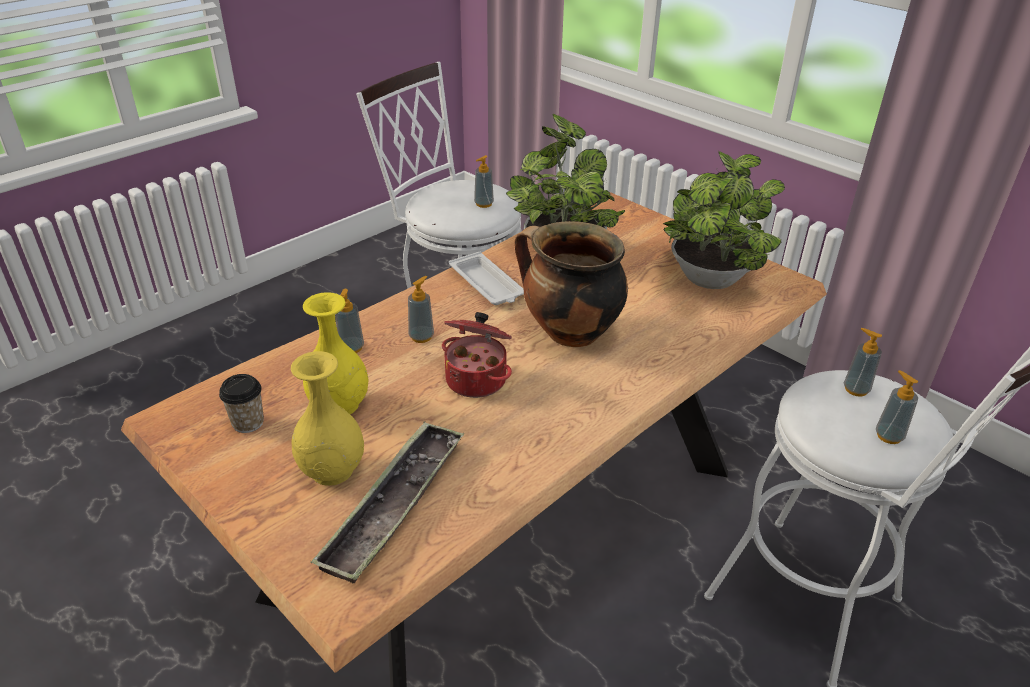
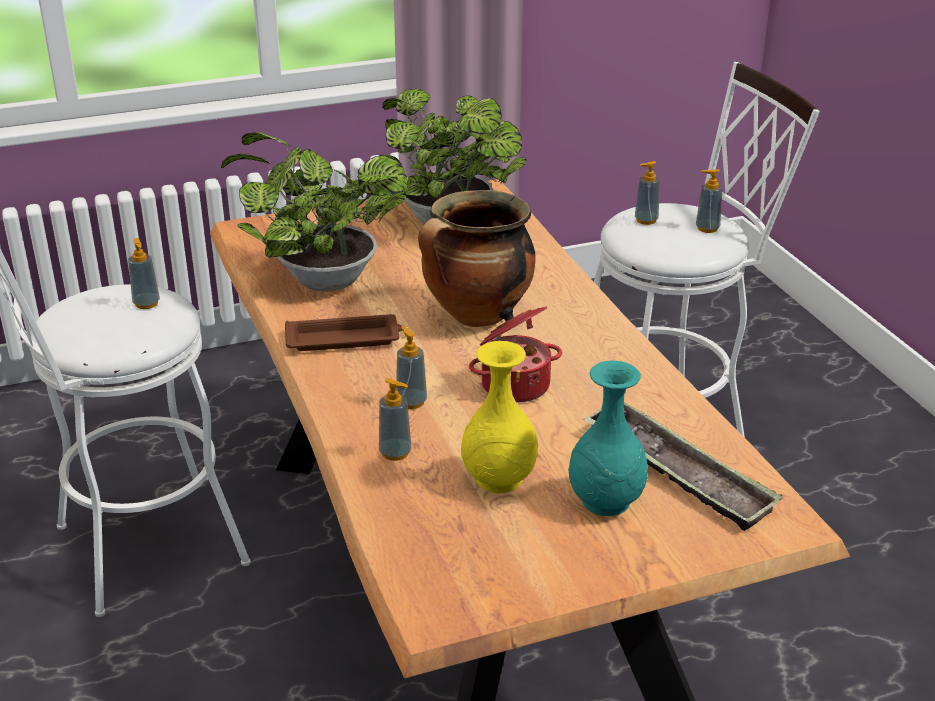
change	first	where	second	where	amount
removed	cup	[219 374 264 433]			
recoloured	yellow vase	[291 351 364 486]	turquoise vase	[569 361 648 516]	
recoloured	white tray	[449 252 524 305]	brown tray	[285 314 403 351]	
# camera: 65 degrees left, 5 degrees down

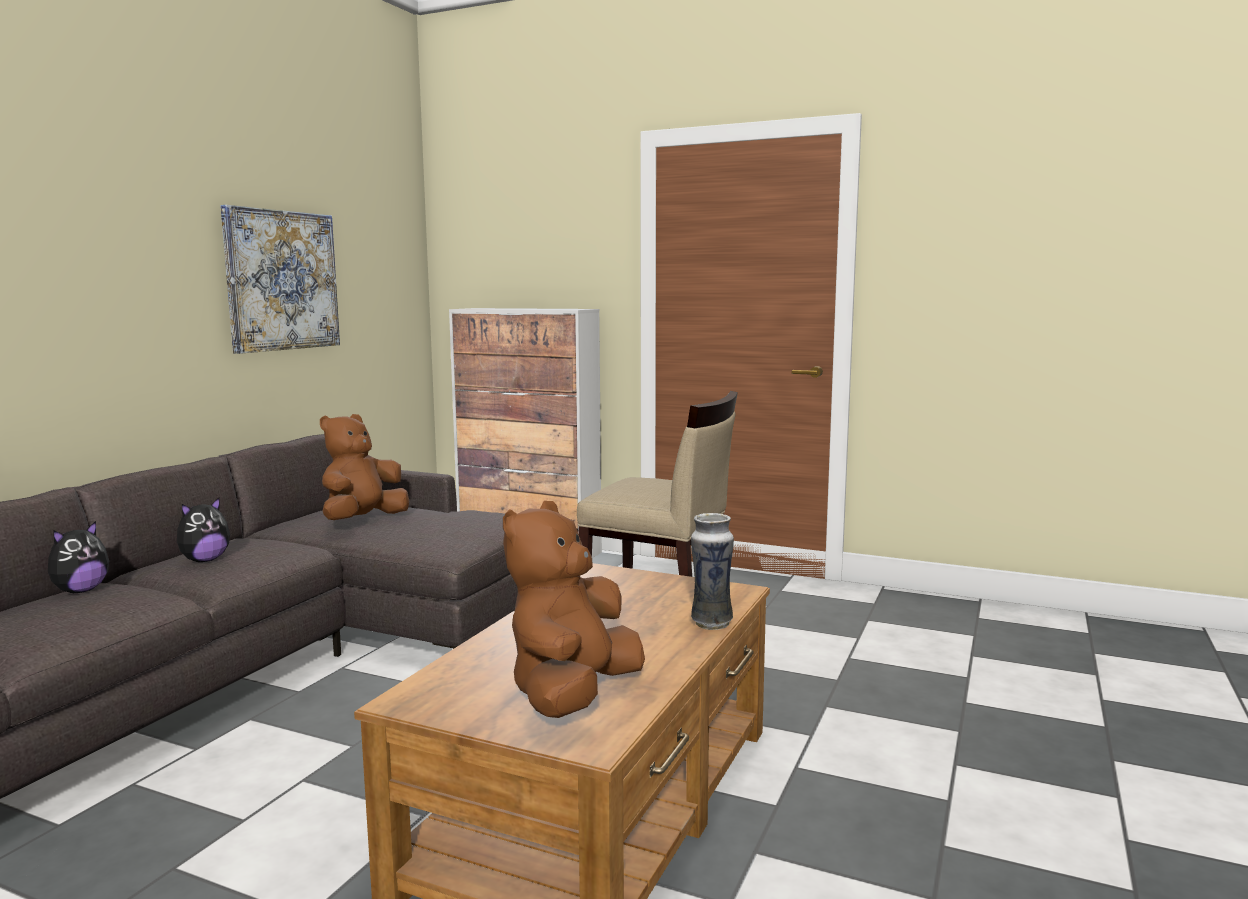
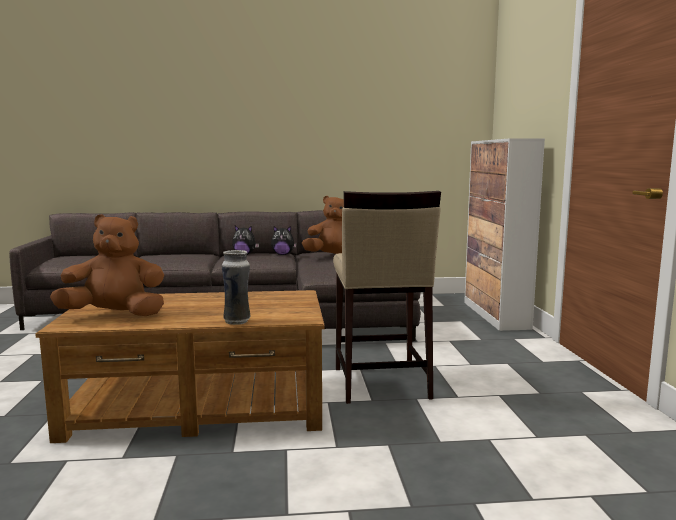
change	first	where	second	where	amount
moved	plush toy	[48 521 109 593]		[271 226 297 255]	
removed	picture	[220 205 340 354]			
# camera: 60 degrees right, 0 degrees up

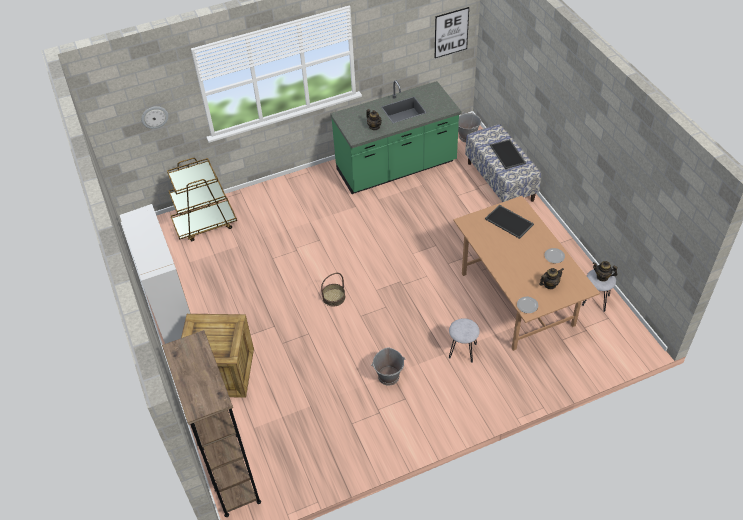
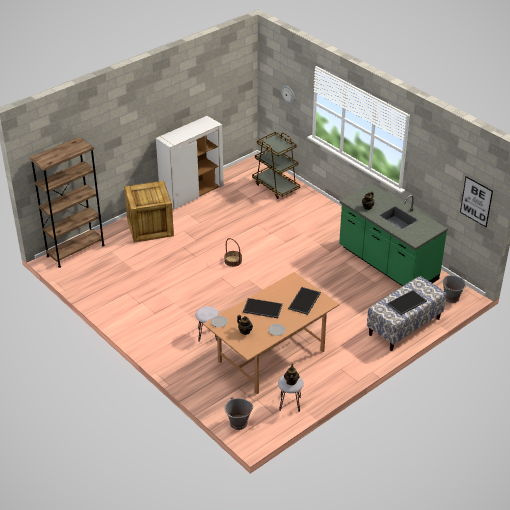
change	first	where	second	where	amount
moved	grey bucket	[371 348 404 386]		[225 397 253 430]	
added			tray	[243 298 283 318]	
# camera: 70 degrees right, 10 degrees down

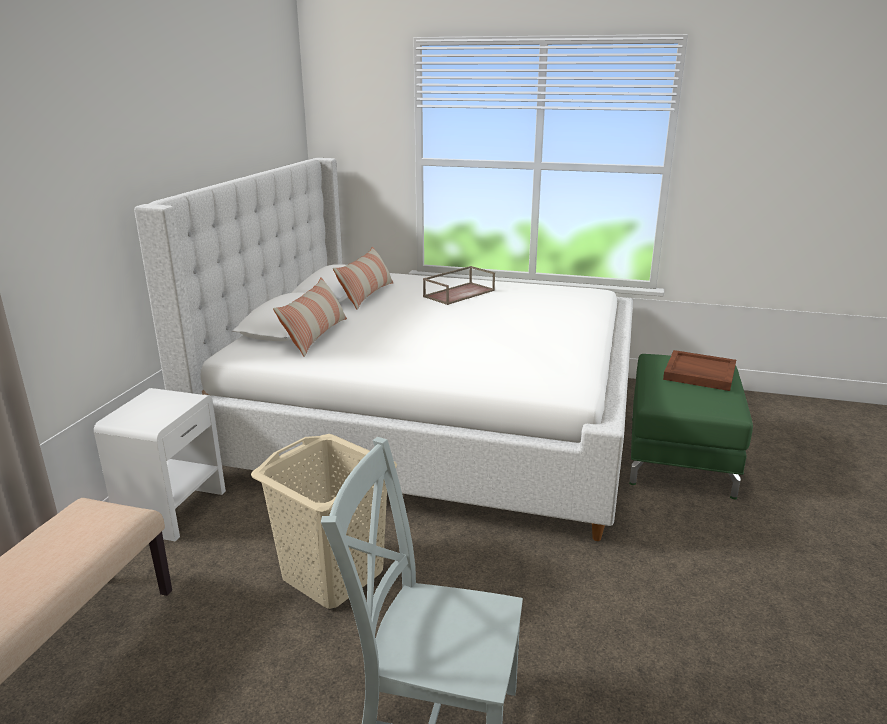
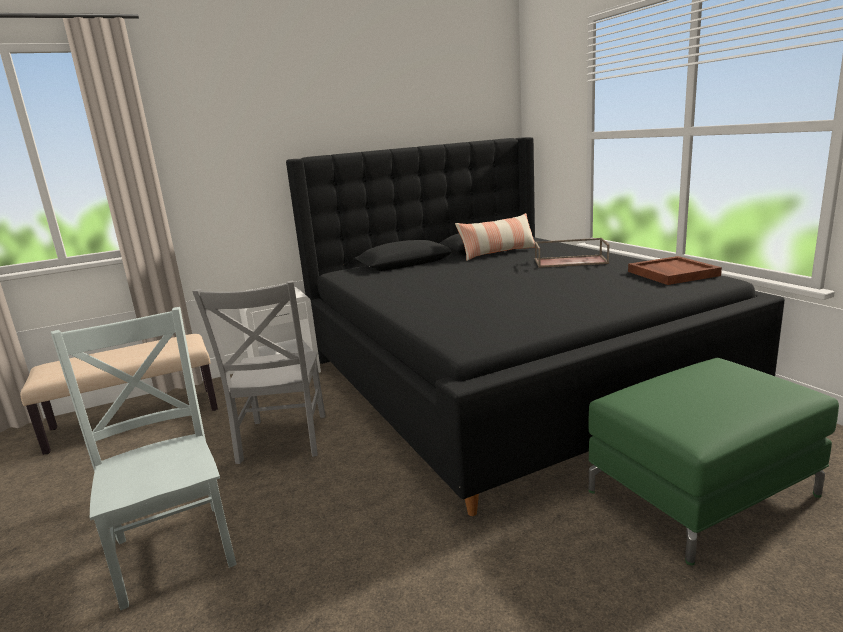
change	first	where	second	where	amount
recoloured	white bed	[134 158 633 541]	black bed	[286 137 785 516]	
replaced	beige laundry basket	[251 434 397 609]	grey chair	[192 280 326 464]	
removed	pillow	[273 278 347 357]			
moved	brown tray	[663 350 736 391]		[628 256 722 285]	
# camera: 50 degrees right, 5 degrees down

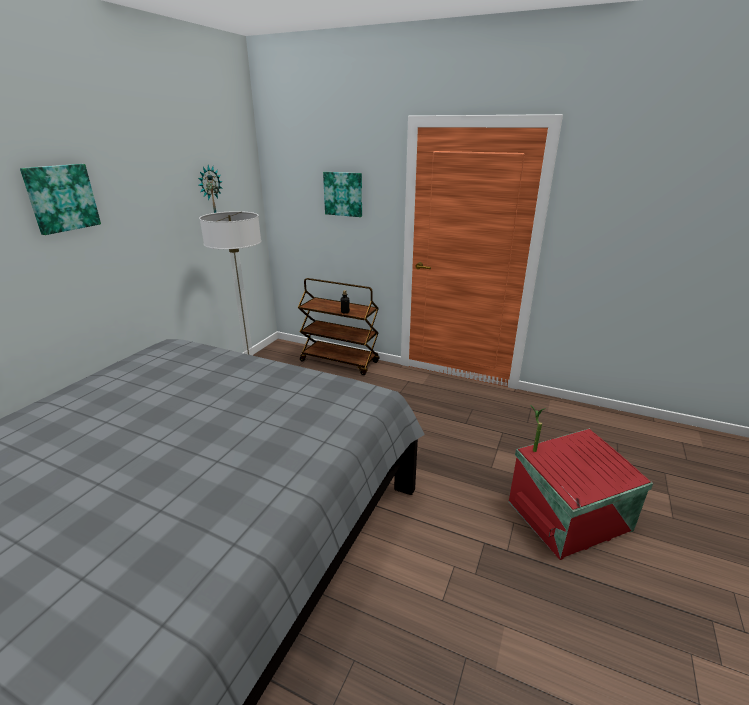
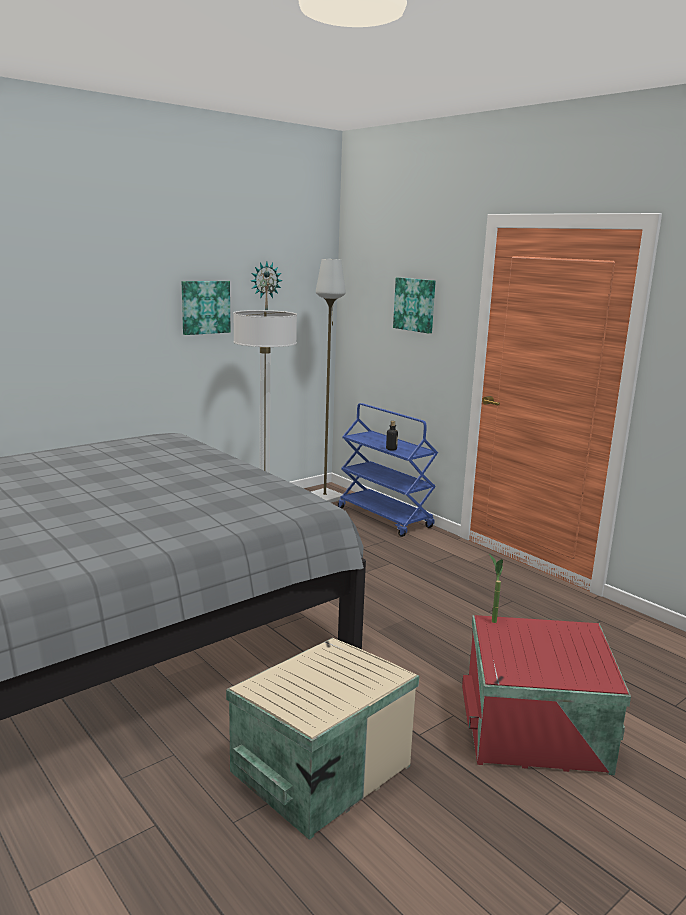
change	first	where	second	where	amount
moved	picture	[20 164 101 235]		[182 281 230 335]	
recoloured	brown cart	[298 278 379 375]	blue cart	[338 403 438 537]	
added			beige storage box	[226 638 419 840]	
added			grey floor lamp	[311 259 346 503]	
# camera: 25 degrees right, 10 degrees down

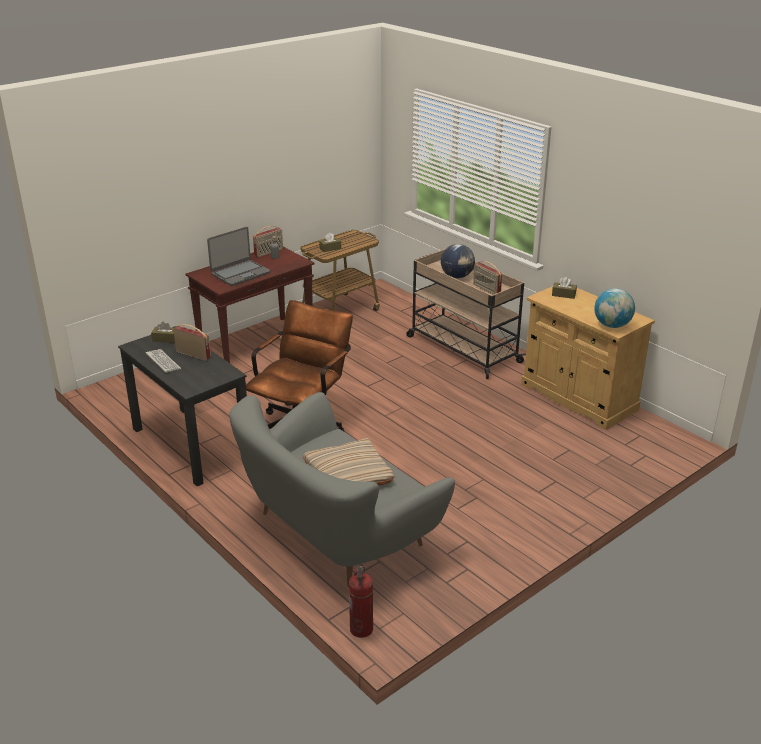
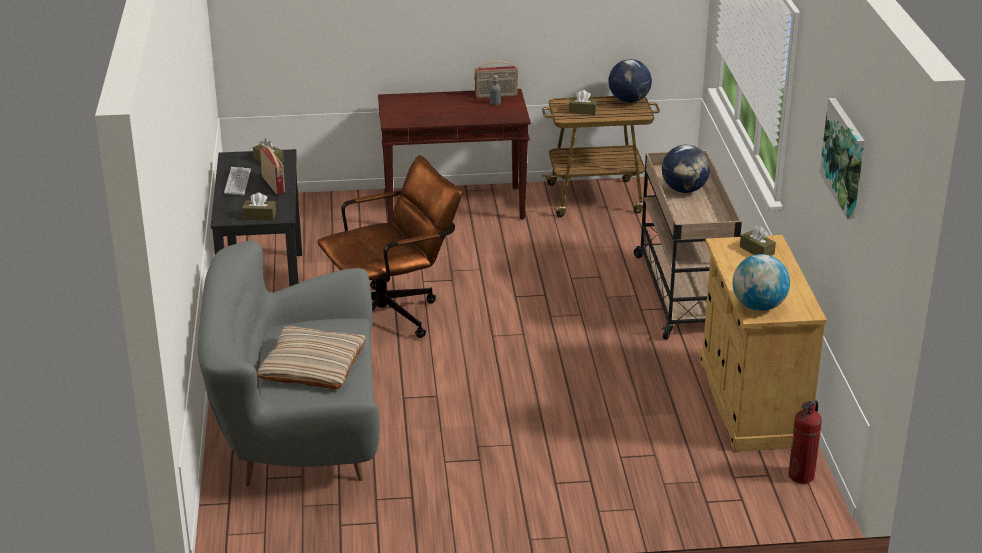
change	first	where	second	where	amount
removed	laptop	[207 227 271 286]			
moved	fire extinguisher	[349 564 373 638]		[788 400 822 484]	
removed	radio	[473 261 502 295]			
added			brown tissue box	[242 192 276 221]	
added			globe	[608 59 652 103]	
added			picture	[820 98 865 219]	
# camera: 35 degrees right, 0 degrees up

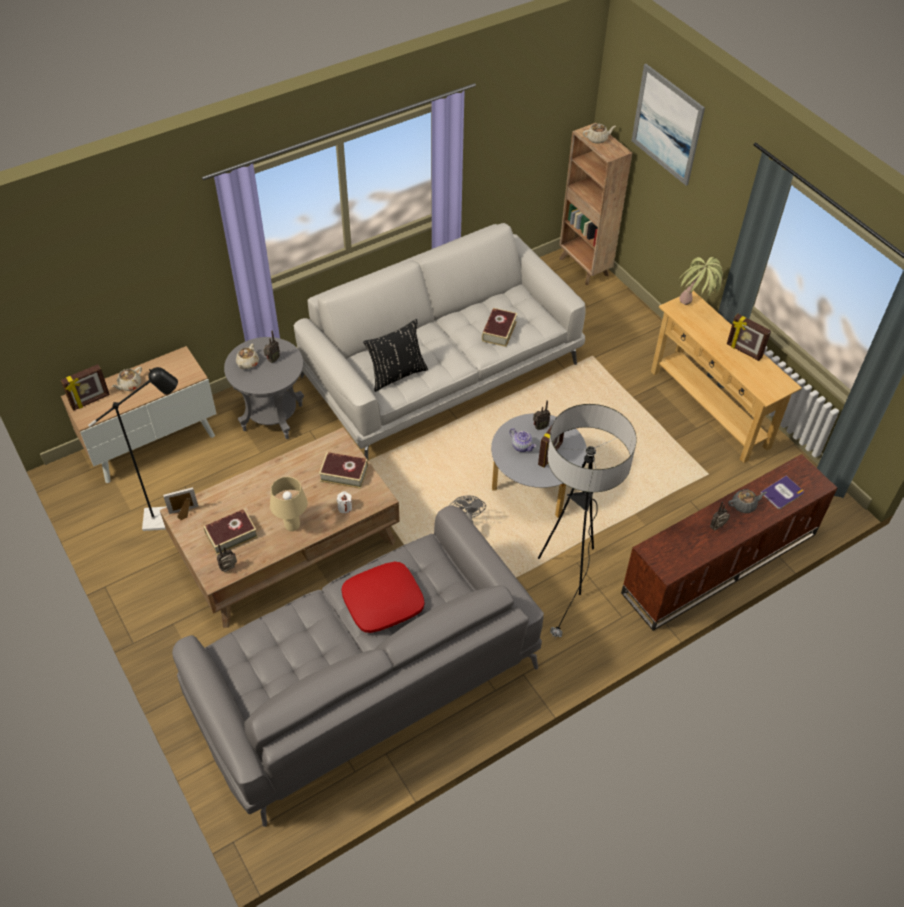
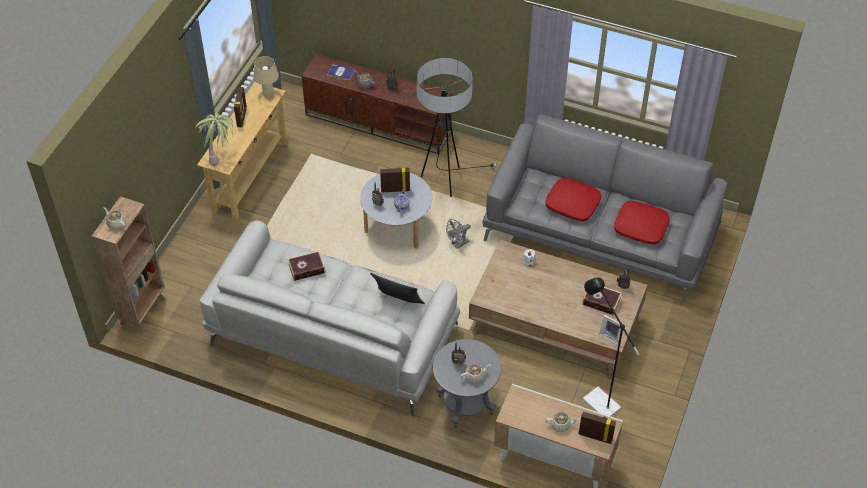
change	first	where	second	where	amount
moved	beige table lamp	[270 477 308 531]		[253 56 279 97]	
removed	book	[319 452 368 489]			
recoloured	black pillow	[363 319 428 392]	beige pillow	[370 272 425 304]	
removed	picture	[632 64 705 186]			
added			red pillow	[614 201 670 244]	
# camera: 125 degrees left, 0 degrees up

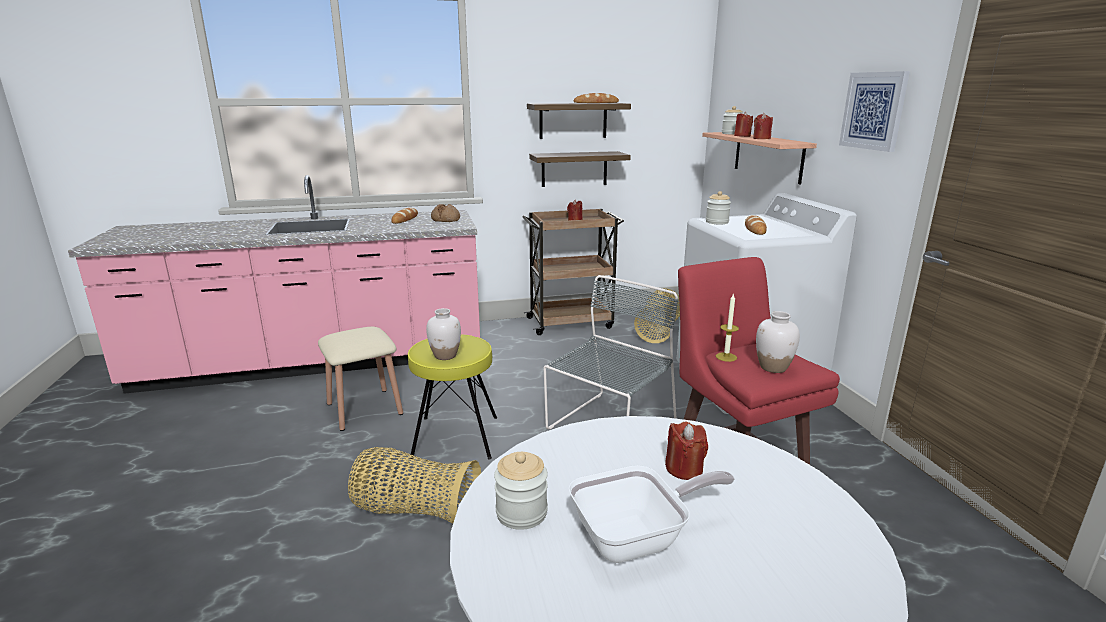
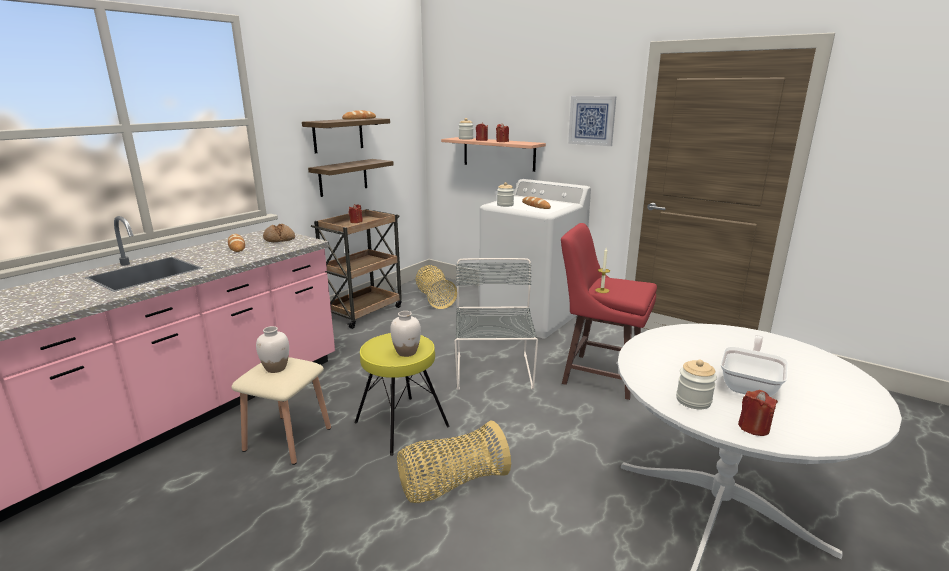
change	first	where	second	where	amount
moved	red candle	[665 421 708 480]		[738 390 778 436]	
moved	white vase	[756 311 800 373]		[256 326 289 373]	
# camera: 40 degrees left, 0 degrees up

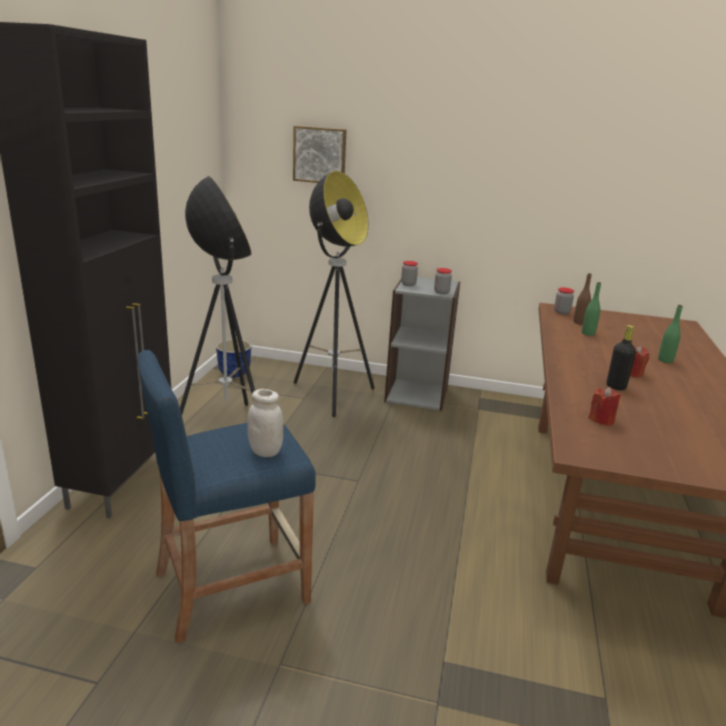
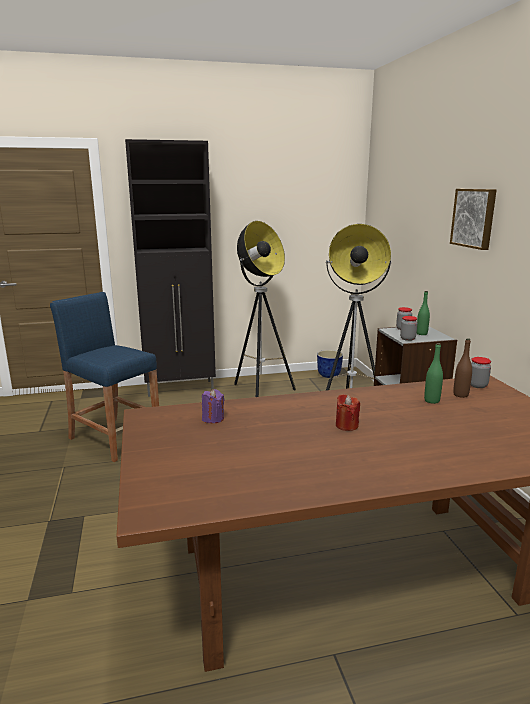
change	first	where	second	where	amount
removed	white jar	[248 389 283 457]			
moved	picture	[293 126 346 183]		[450 189 497 250]	
recoloured	red candle	[588 387 621 426]	purple candle	[202 389 225 423]	
removed	black bottle	[607 325 636 390]			
moved	green bottle	[658 305 682 363]		[417 291 430 335]	
# camera: 65 degrees right, 5 degrees down

